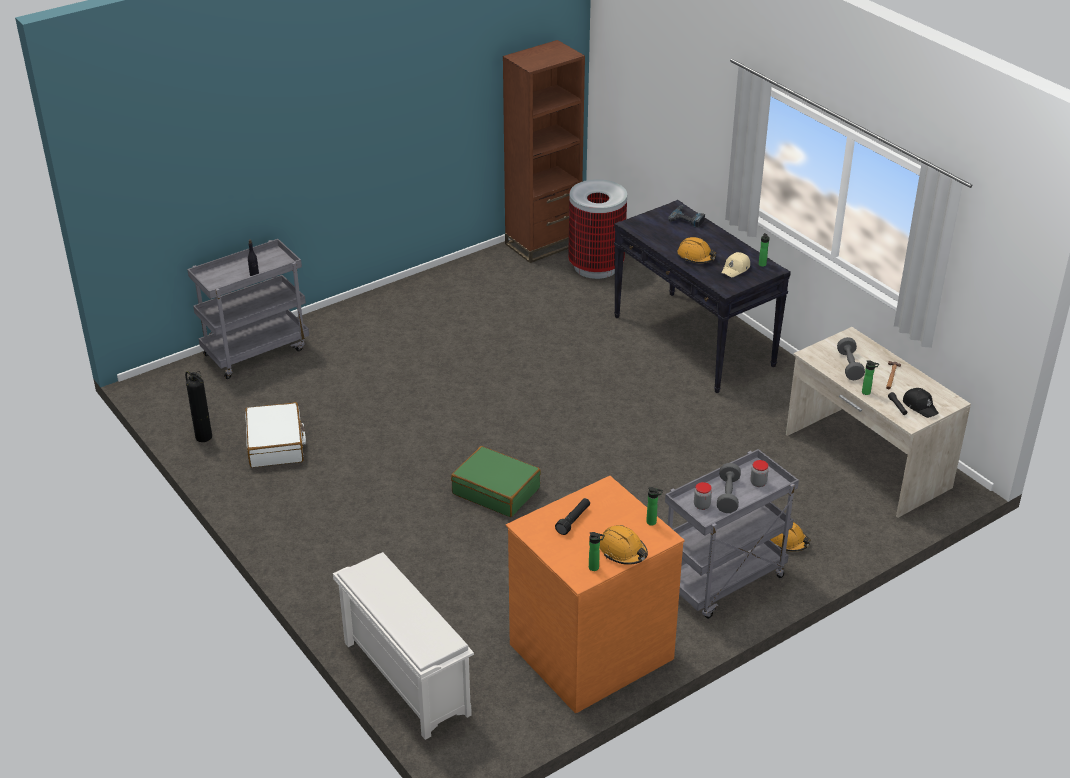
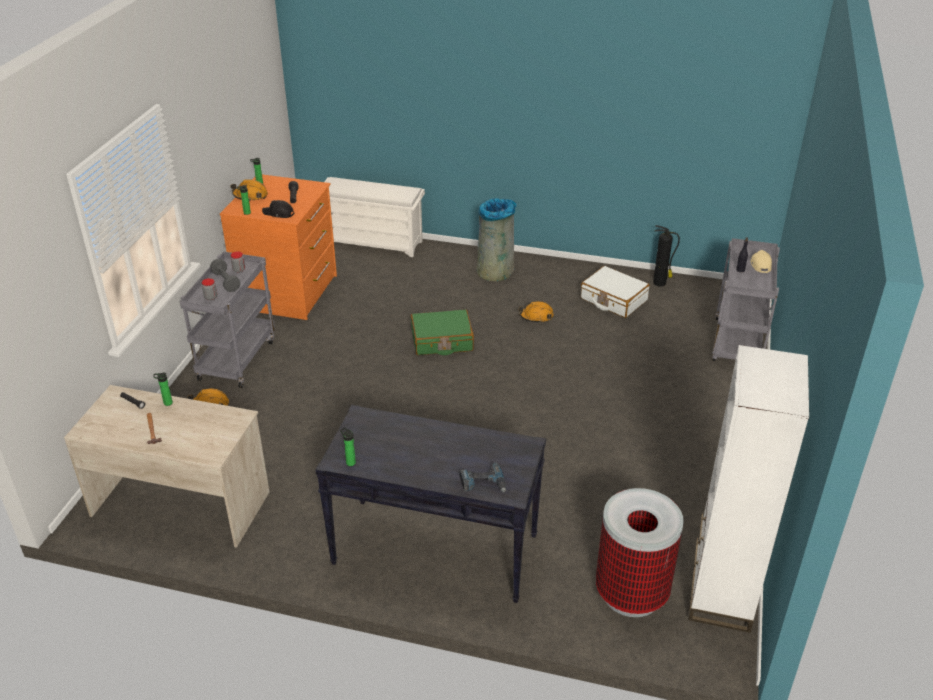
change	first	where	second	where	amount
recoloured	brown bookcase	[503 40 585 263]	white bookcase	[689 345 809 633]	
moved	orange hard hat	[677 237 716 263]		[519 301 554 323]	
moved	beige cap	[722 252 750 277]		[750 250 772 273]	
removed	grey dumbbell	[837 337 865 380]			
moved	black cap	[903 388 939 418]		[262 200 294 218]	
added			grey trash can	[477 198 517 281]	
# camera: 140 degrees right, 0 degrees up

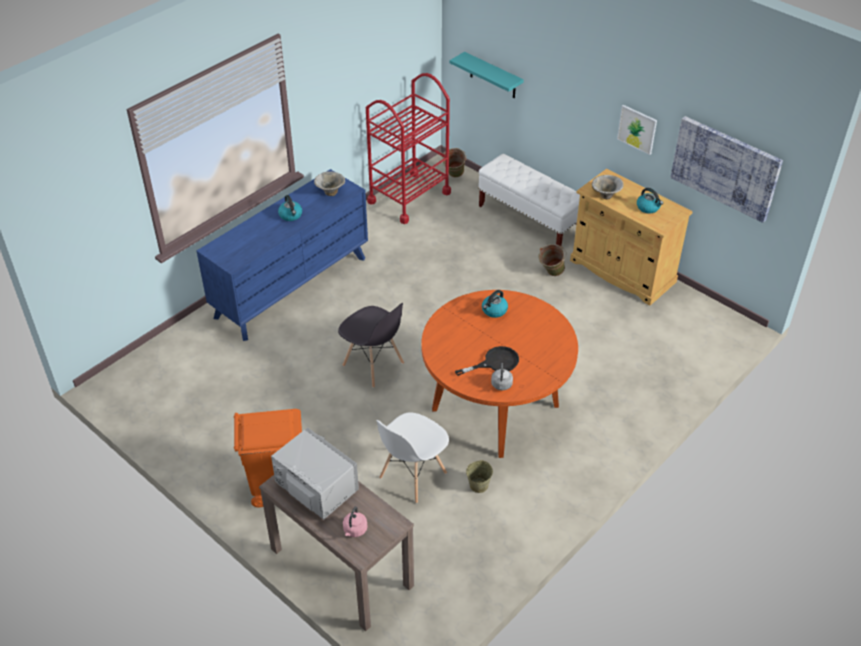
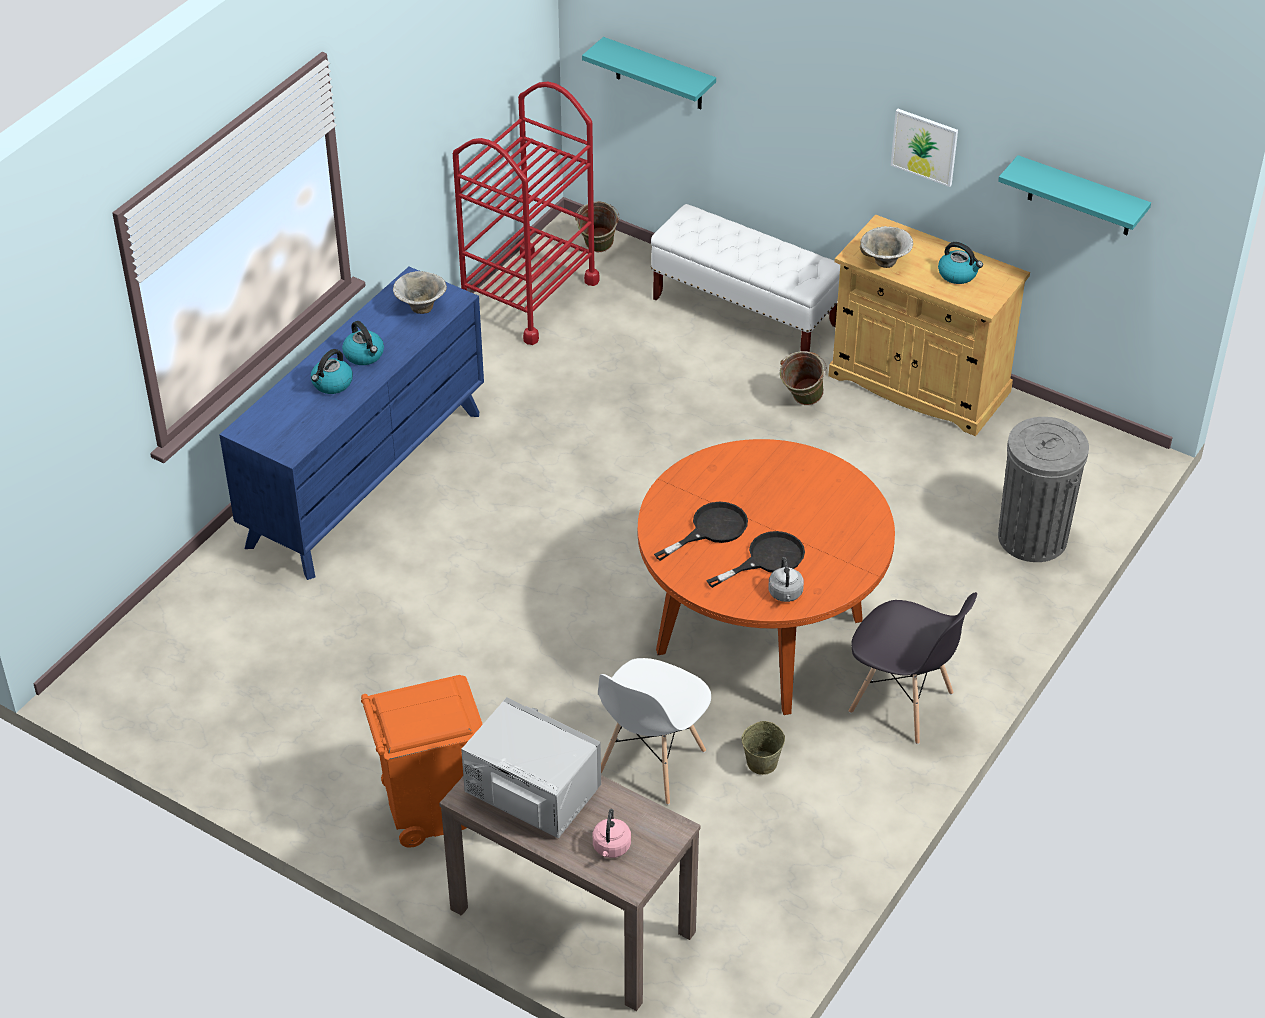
change	first	where	second	where	amount
moved	grey chair	[338 303 404 388]		[849 592 977 744]	
moved	kettle	[482 290 508 318]		[311 349 353 394]	
replaced	picture	[670 116 783 223]	turquoise shelf	[998 155 1151 235]	
added			black frying pan	[654 502 748 561]	
added			grey trash can	[998 417 1089 562]	
# camera: 10 degrees left, 0 degrees up

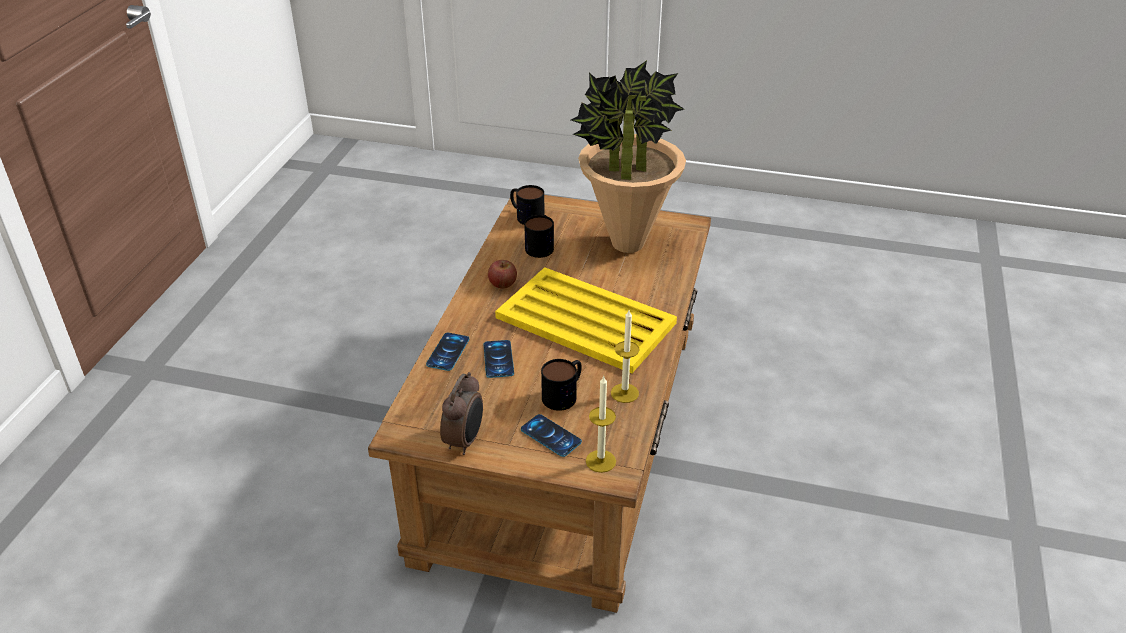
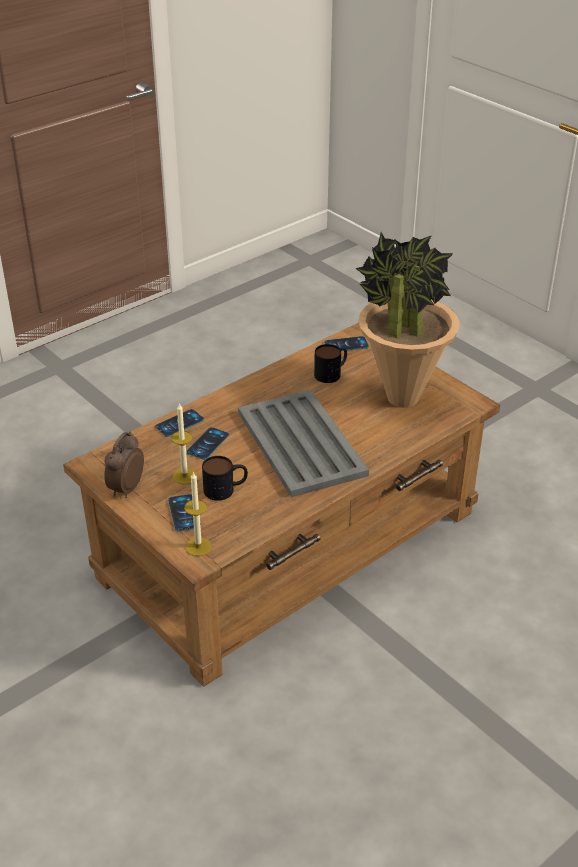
change	first	where	second	where	amount
turned	alarm clock	[440 372 483 455]		[104 432 144 498]	150 degrees clockwise
removed	apple	[488 260 517 289]			
recoloured	yellow tray	[495 267 677 373]	grey tray	[238 390 369 497]	
replaced	mug	[510 185 545 225]	phone	[324 336 369 351]	
moved	candle	[611 310 640 403]		[171 403 197 484]	
# camera: 35 degrees right, 0 degrees up

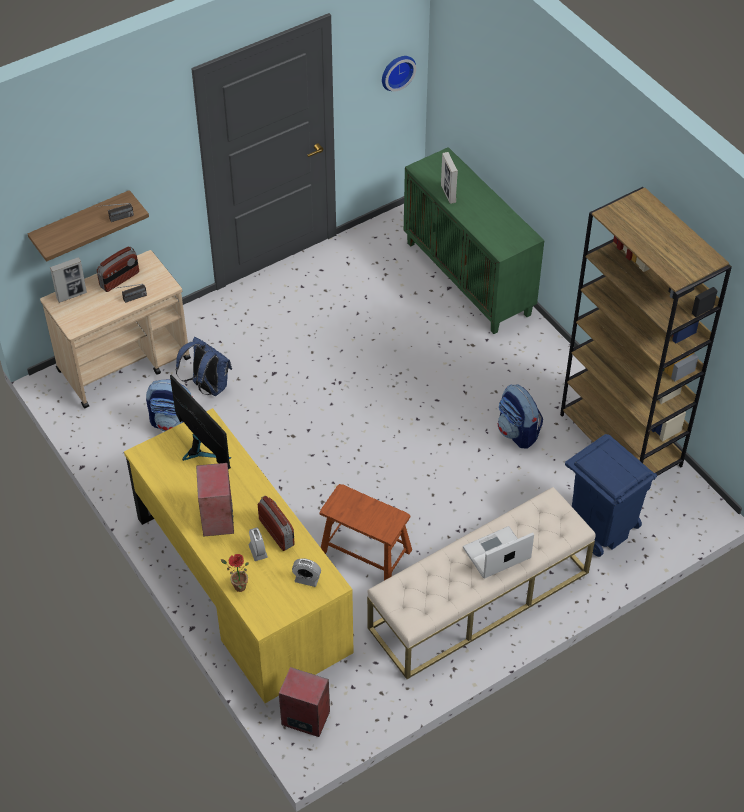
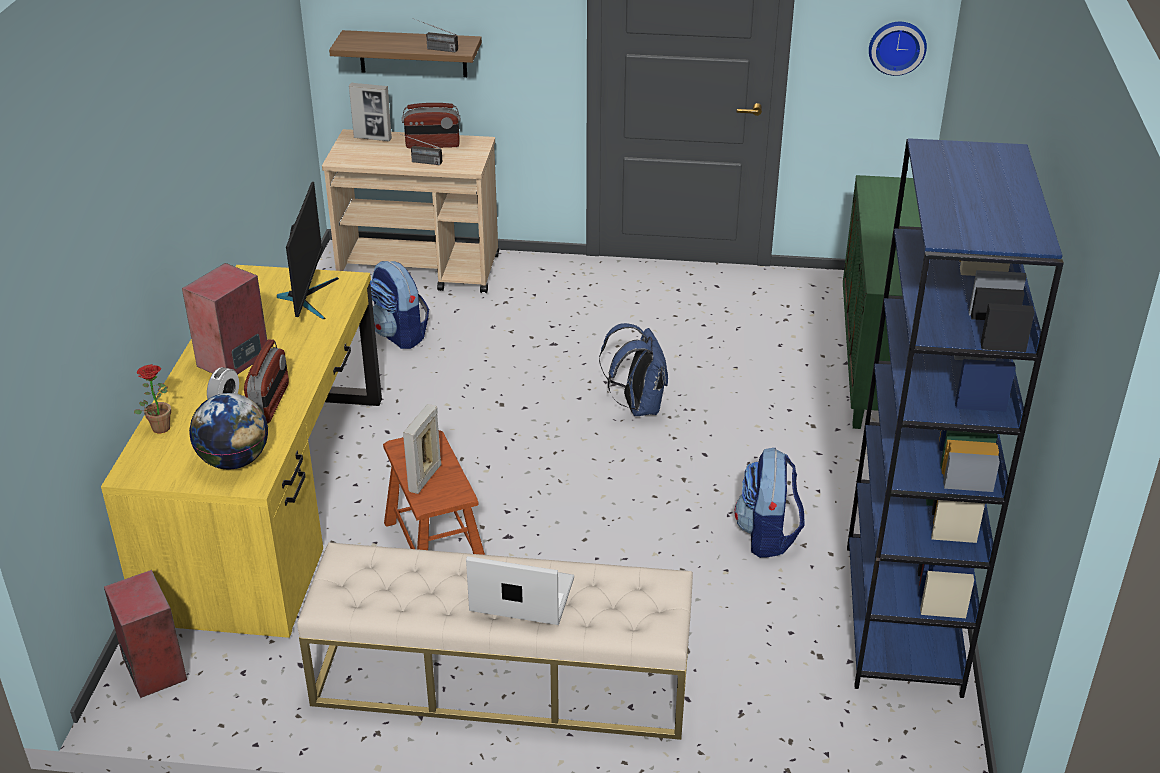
change	first	where	second	where	amount
moved	blue backpack	[176 337 232 396]		[599 323 668 416]	
replaced	alarm clock	[292 558 321 587]	globe	[189 393 268 469]	
moved	picture frame	[441 152 458 204]		[403 404 442 494]	
recoloured	brown bookcase	[560 187 732 476]	blue bookcase	[847 138 1064 698]	
removed	blue trash can	[565 434 657 557]			
# camera: 40 degrees right, 15 degrees down

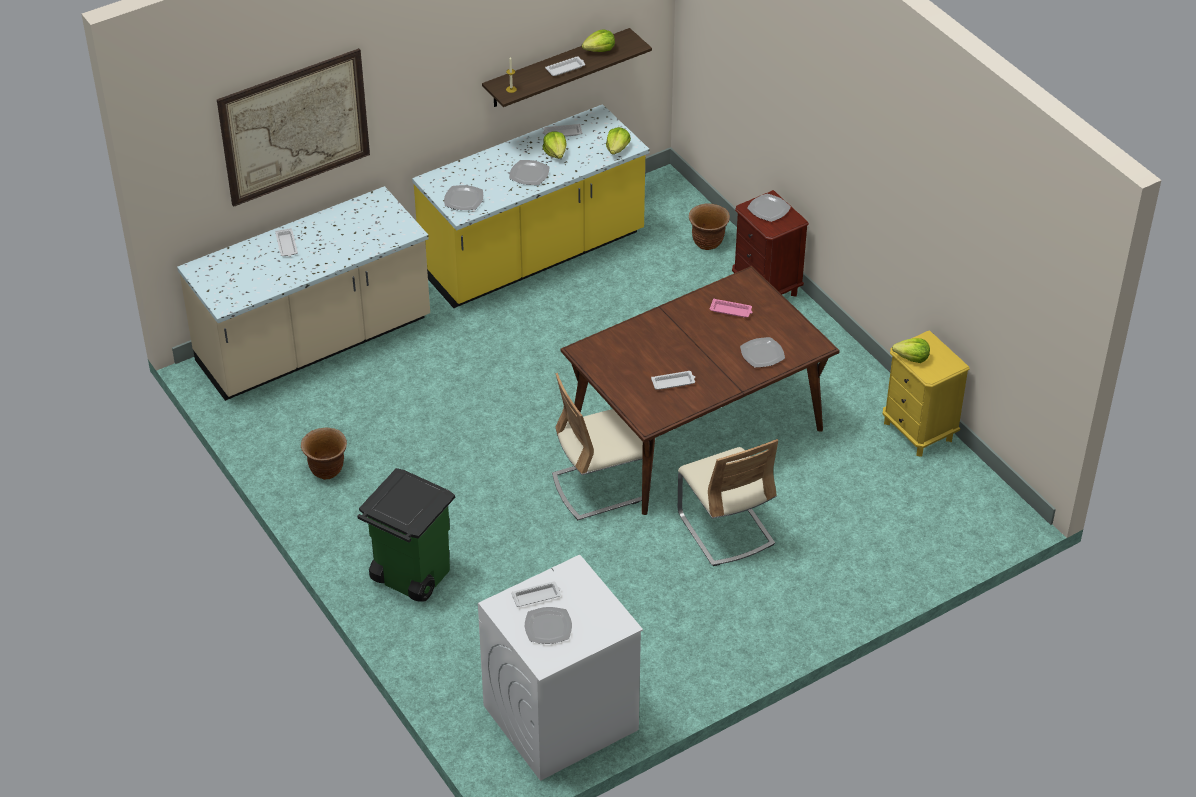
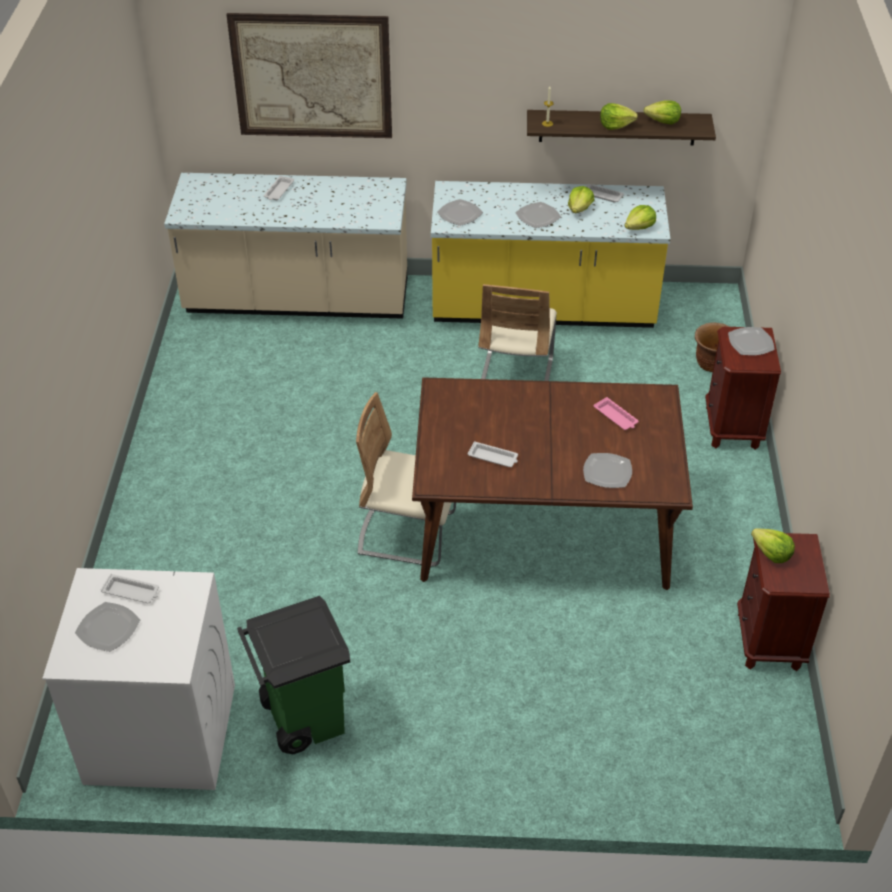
change	first	where	second	where	amount
removed	brown planter	[301 428 347 480]			
moved	green trash can	[357 468 455 602]		[237 596 350 755]	
replaced	white tray	[545 56 585 76]	lettuce	[600 103 638 130]	
moved	beige chair	[678 439 778 566]		[478 284 557 381]	
recoloured	yellow nightstand	[883 330 970 457]	brown nightstand	[737 533 830 671]	
# camera: 35 degrees right, 0 degrees up

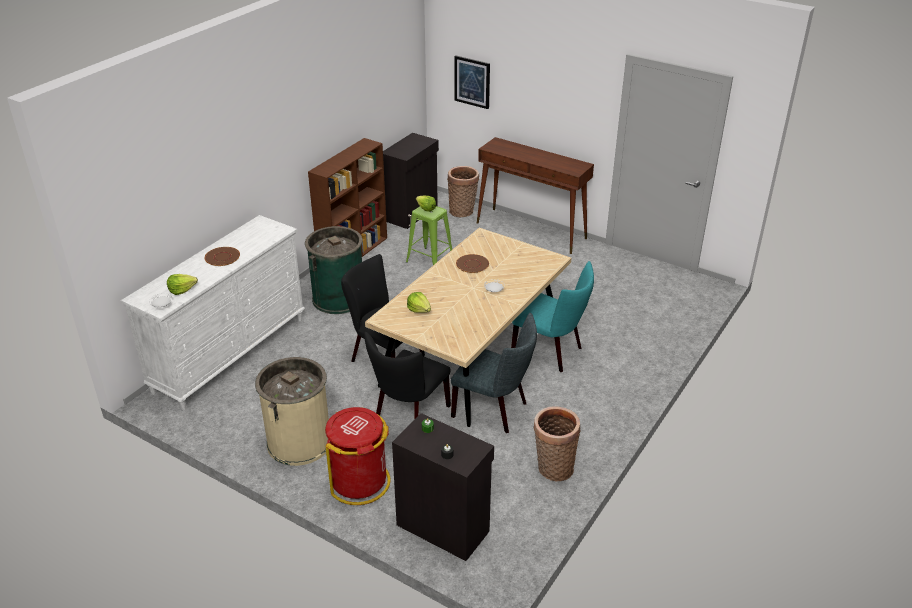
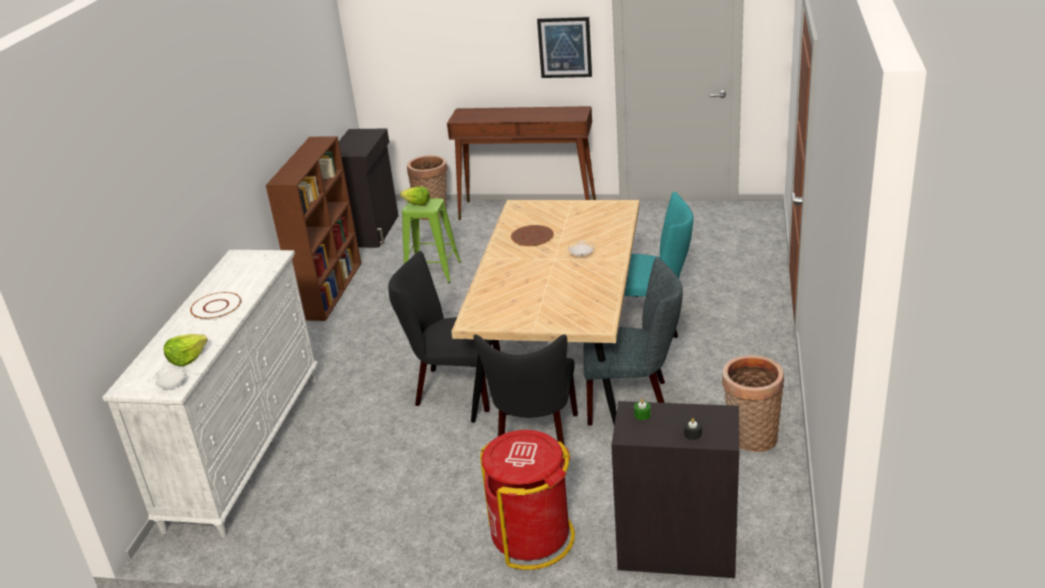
change	first	where	second	where	amount
recoloured	brown plate	[205 247 240 266]	white plate	[190 292 241 319]	
removed	beige trash can	[255 357 329 466]			
removed	green trash can	[305 226 363 314]			
removed	lettuce	[407 292 431 313]			
moved	picture	[454 55 490 109]		[537 16 592 78]	
# camera: 20 degrees left, 5 degrees down

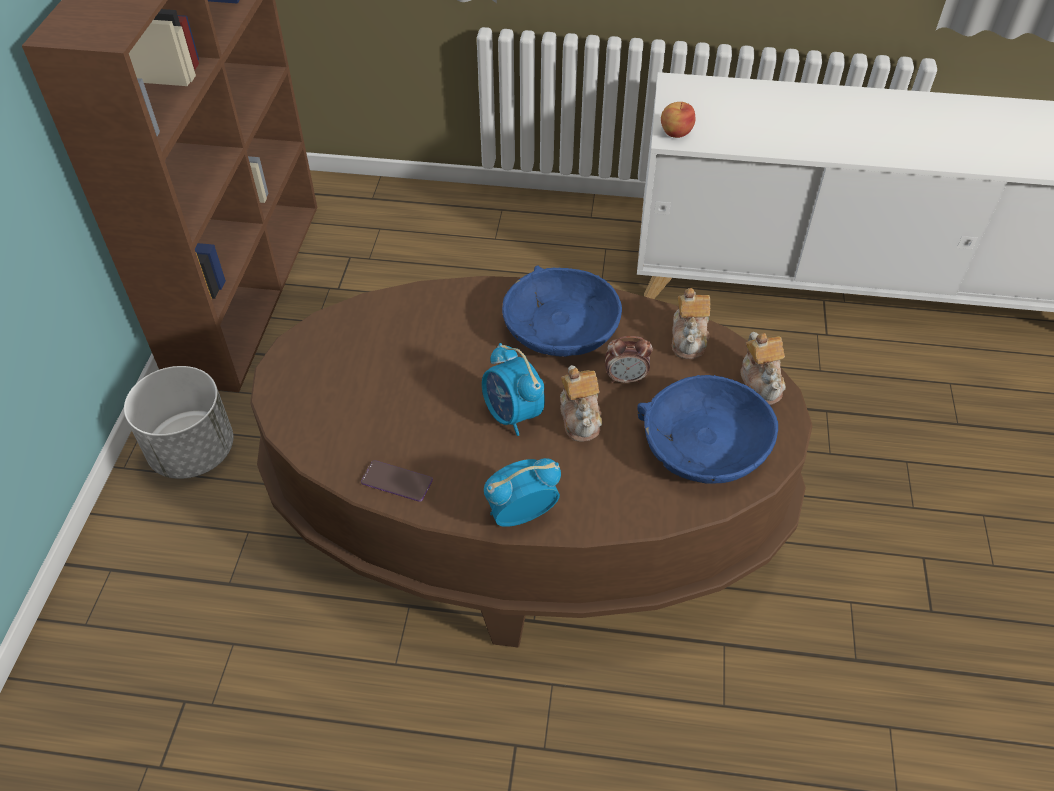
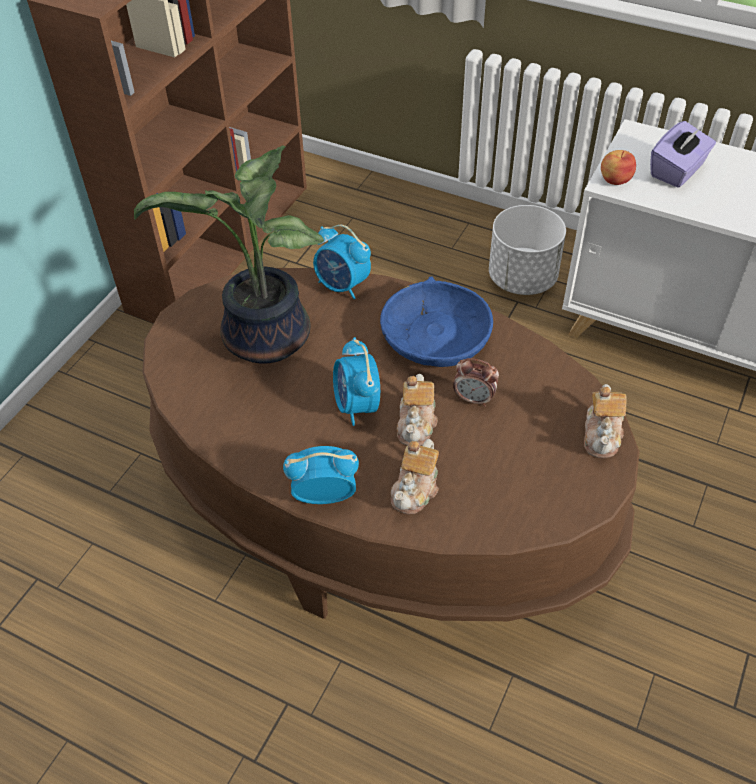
change	first	where	second	where	amount
moved	white planter	[124 366 233 479]		[489 205 566 295]	
removed	phone	[361 460 433 502]			
removed	blue bowl	[637 375 778 484]			
moved	teapot	[672 288 710 359]		[391 439 439 514]	
added			potted plant	[134 145 324 363]	
added			alarm clock	[313 225 371 299]	
added			purple tissue box	[650 121 716 188]	
# camera: 20 degrees right, 0 degrees up

